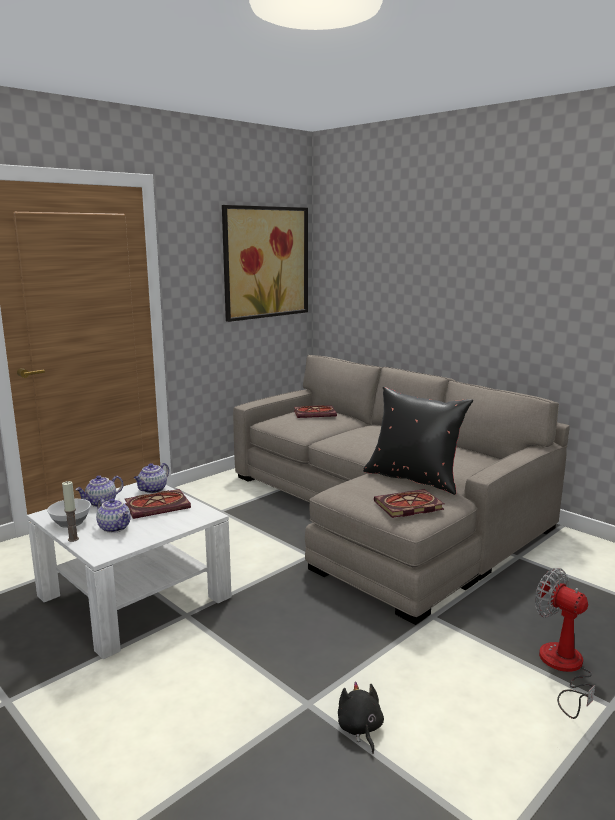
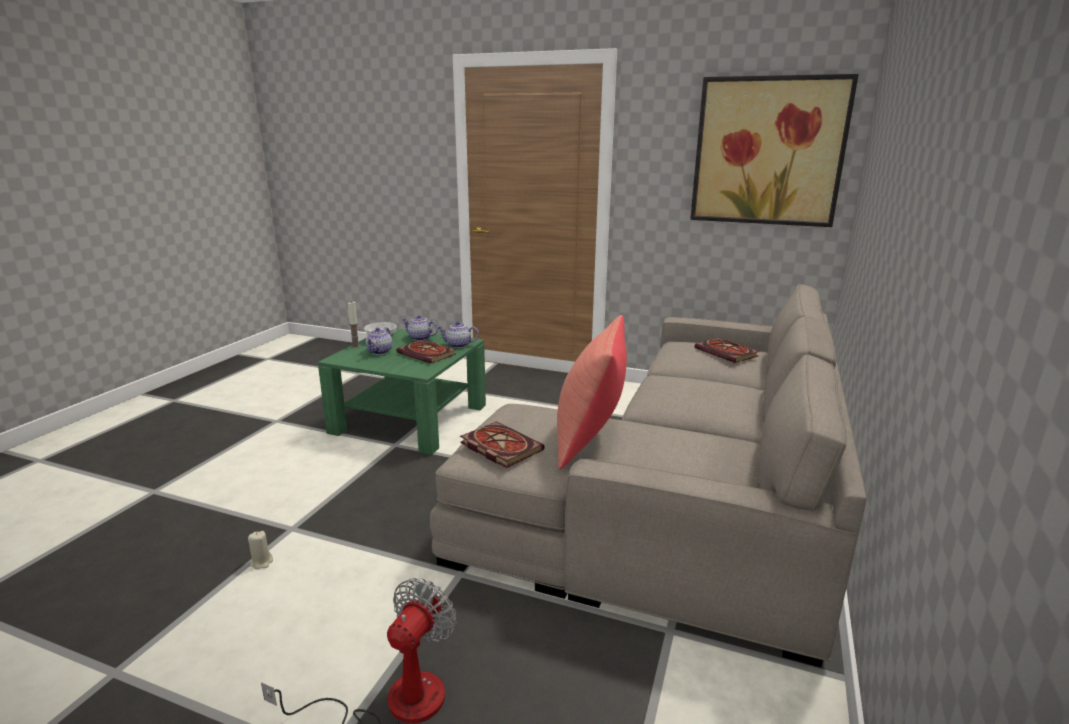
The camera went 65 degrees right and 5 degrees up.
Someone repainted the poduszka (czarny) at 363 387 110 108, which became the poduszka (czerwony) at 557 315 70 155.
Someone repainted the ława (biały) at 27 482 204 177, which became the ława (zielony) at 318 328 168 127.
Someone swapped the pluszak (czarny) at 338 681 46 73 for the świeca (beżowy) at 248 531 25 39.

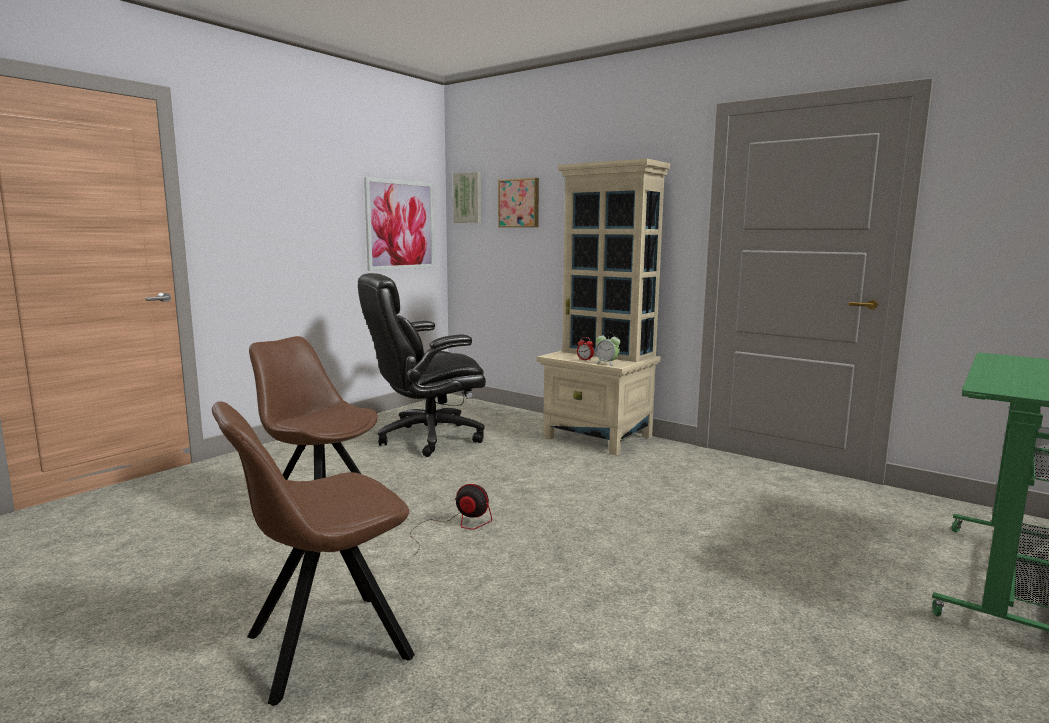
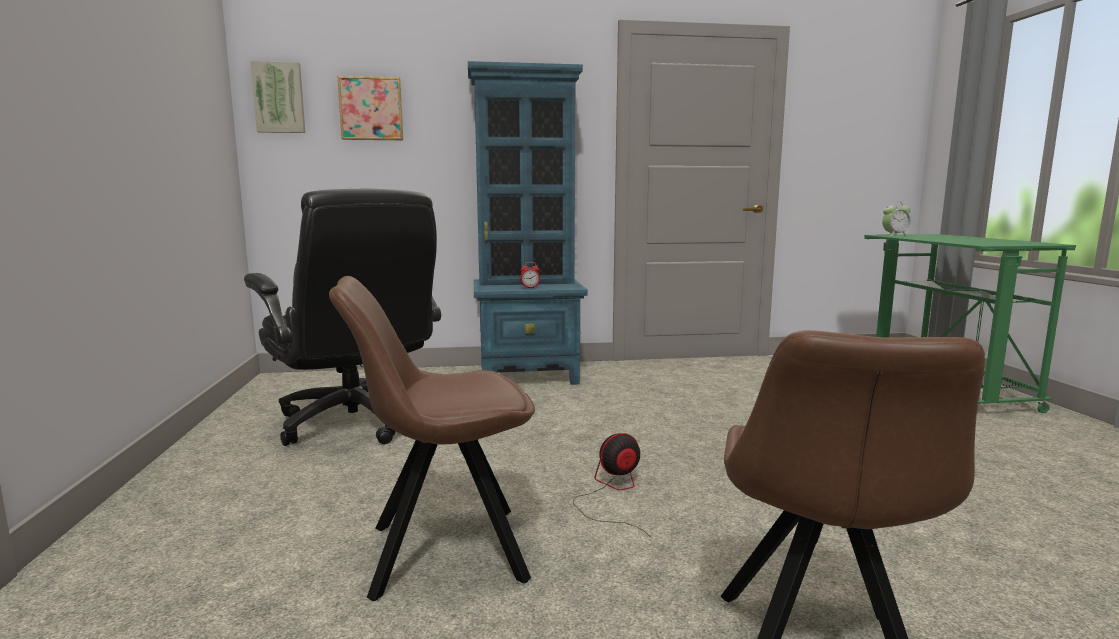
The camera went 45 degrees left and 0 degrees up.
Someone repainted the szafka (beżowy) at 537 159 133 297, which became the szafka (niebieski) at 468 61 120 324.
Someone took away the obraz at 364 177 71 94.
Someone rotated the krzesło biurowe (czarny) at 358 273 128 184 by 60 degrees counterclockwise.
Someone carried the budzik from 595 332 26 34 to 882 201 29 35.

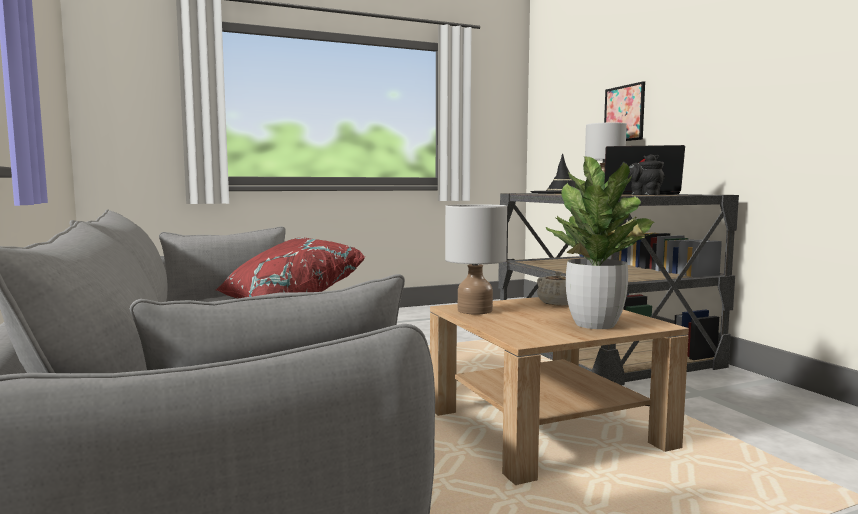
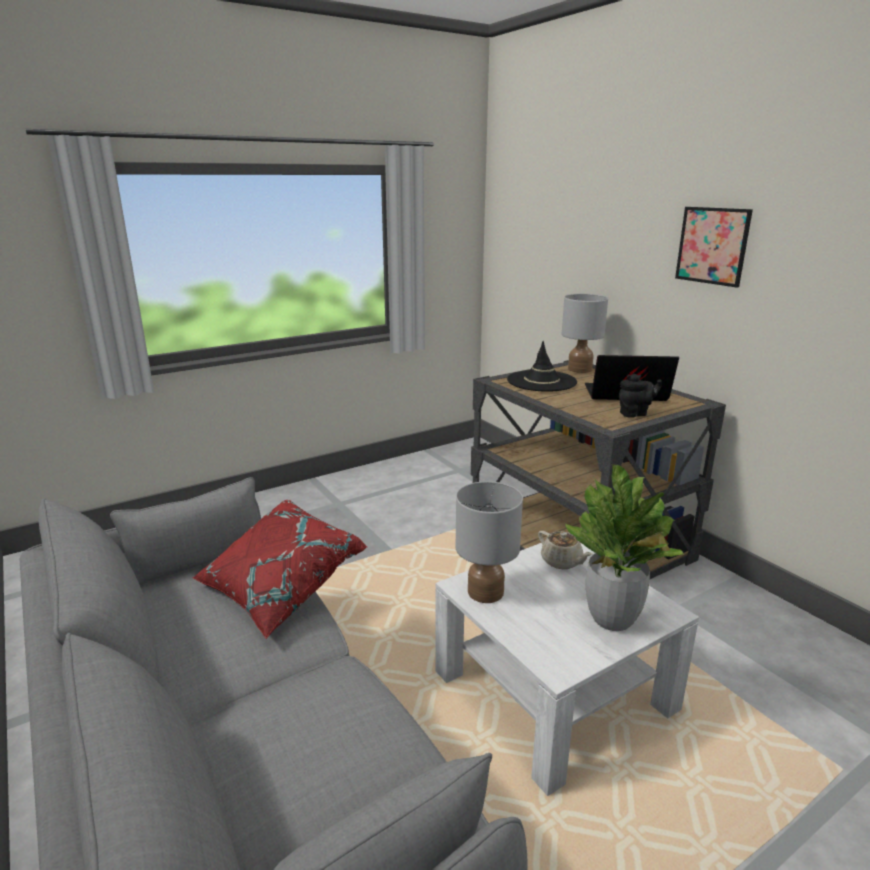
The camera went 10 degrees left and 15 degrees up.
Someone carried the obraz from 604 81 41 60 to 675 207 78 81.
Someone rotated the imbryk (czarny) at 620 154 45 41 by 150 degrees clockwise.
Someone repainted the ława (brązowy) at 430 297 259 188, which became the ława (biały) at 436 543 263 253.

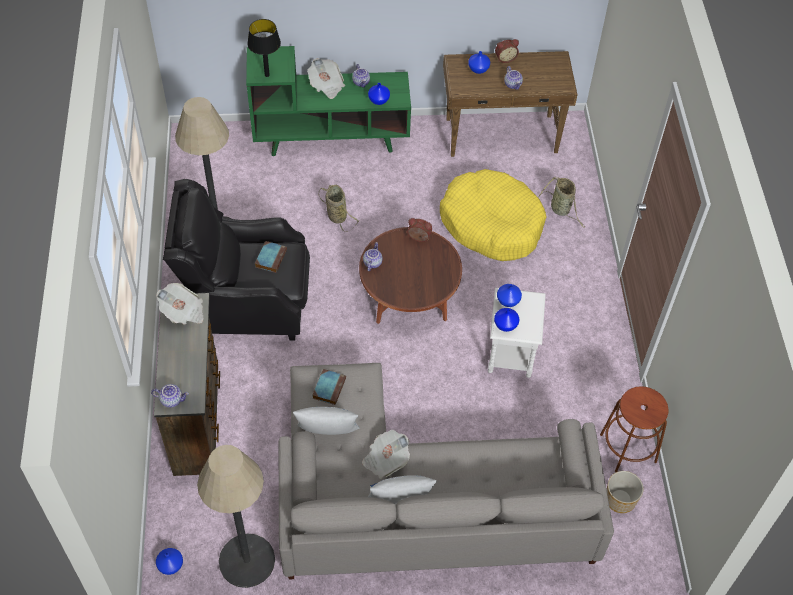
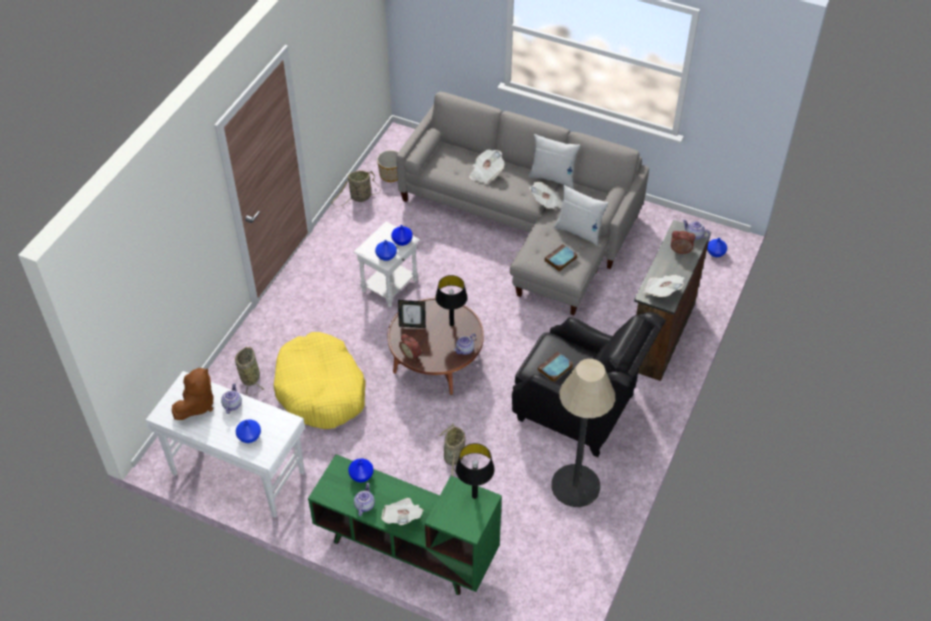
The camera went 150 degrees left and 5 degrees down.
Someone carried the budzik from 495 39 24 24 to 671 231 25 23.
Someone repainted the stolik konsolowy (brązowy) at 443 51 135 106, which became the stolik konsolowy (biały) at 145 371 160 147.
Someone swapped the stołek (brązowy) at 600 386 68 86 for the koszyk at 331 171 50 36.
Someone took away the lampa stojąca at 197 445 78 143.
Someone put down the gazeta at 469 149 35 35.
Someone put down the lampa stołowa (czarny) at 435 275 33 51.
Someone put down the ramka na zdjęcie at 398 300 28 28.
Someone put down the pluszak (brązowy) at 172 368 42 52.

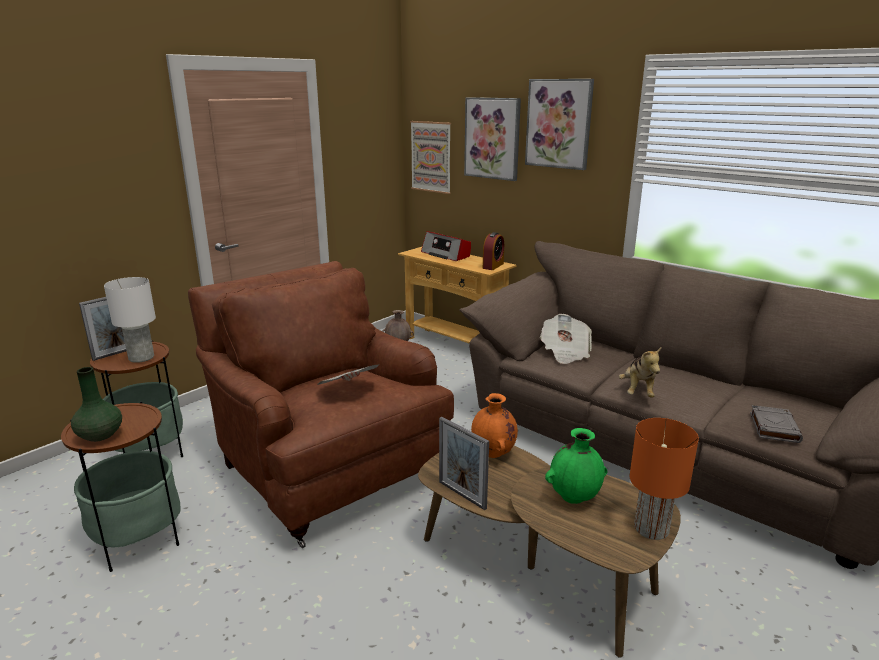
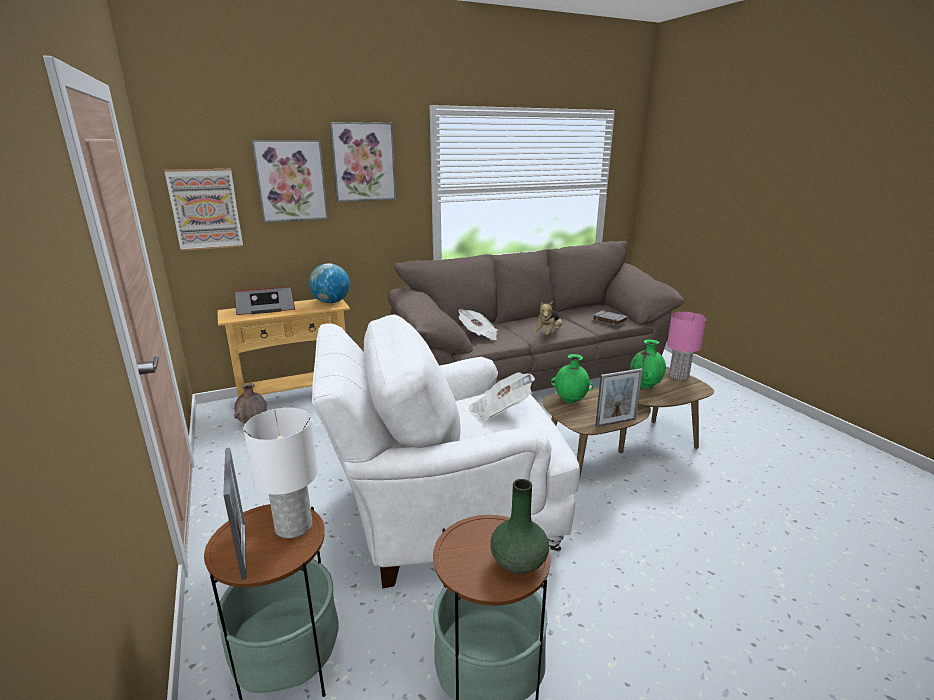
The camera went 65 degrees left and 0 degrees up.
Someone swapped the budzik at 483 232 21 38 for the globus at 309 263 41 40.
Someone repainted the fotel (brązowy) at 188 261 266 287, which became the fotel (biały) at 312 315 268 274.
Someone rotated the pluszak at 619 348 42 50 by 90 degrees clockwise.
Someone repainted the wazon (pomarańczowy) at 471 393 47 65, which became the wazon (zielony) at 551 354 42 49.
Someone repainted the lampa stołowa (pomarańczowy) at 629 418 70 122, which became the lampa stołowa (różowy) at 667 312 39 68.

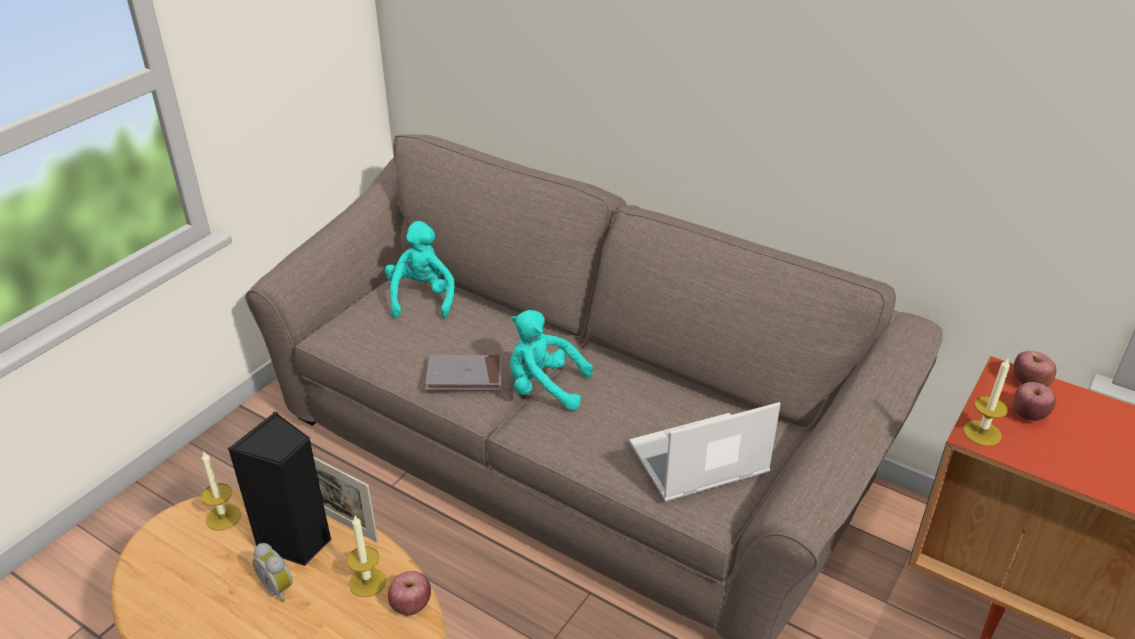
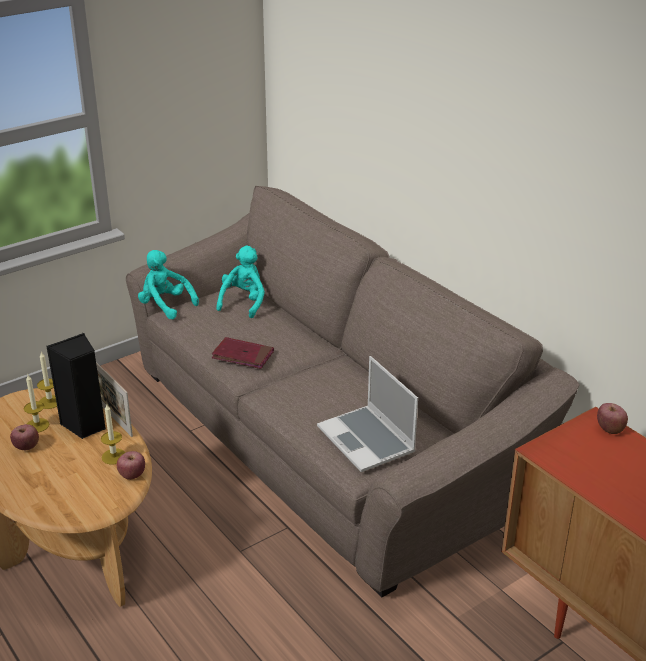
The camera went 20 degrees right and 5 degrees down.
Someone carried the pluszak (turkusowy) from 510 310 83 100 to 138 250 61 69.
Someone repainted the książka (szary) at 425 355 77 35, which became the książka (czerwony) at 212 337 62 32.
Someone carried the świeca from 964 358 46 88 to 24 375 25 58.
Someone carried the jabłko from 1013 382 43 39 to 10 424 29 26.
Someone rotated the laptop at 629 402 151 100 by 120 degrees counterclockwise.
Someone took away the budzik at 253 543 40 59.

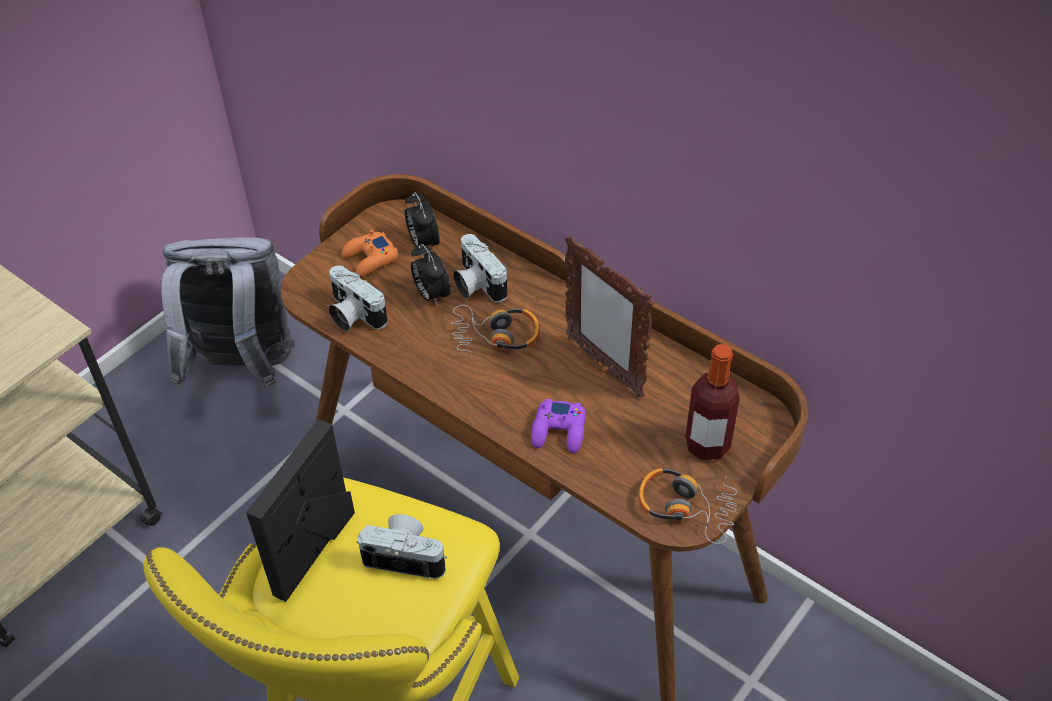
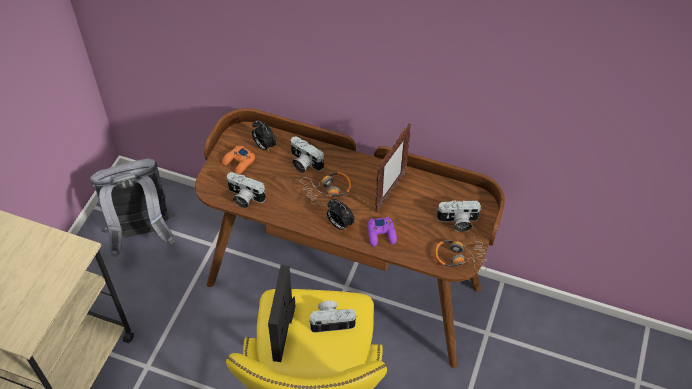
The camera went 20 degrees left and 5 degrees up.
Someone rotated the ramka na zdjęcie at 565 236 89 161 by 90 degrees counterclockwise.
Someone carried the budzik from 411 244 40 62 to 327 199 28 31.
Someone swapped the butelka at 685 344 55 117 for the aparat fotograficzny at 436 200 46 32.

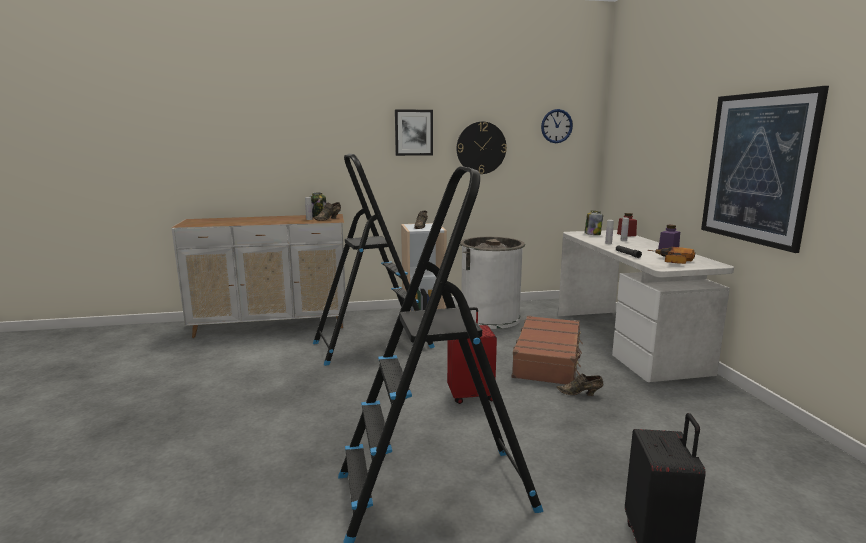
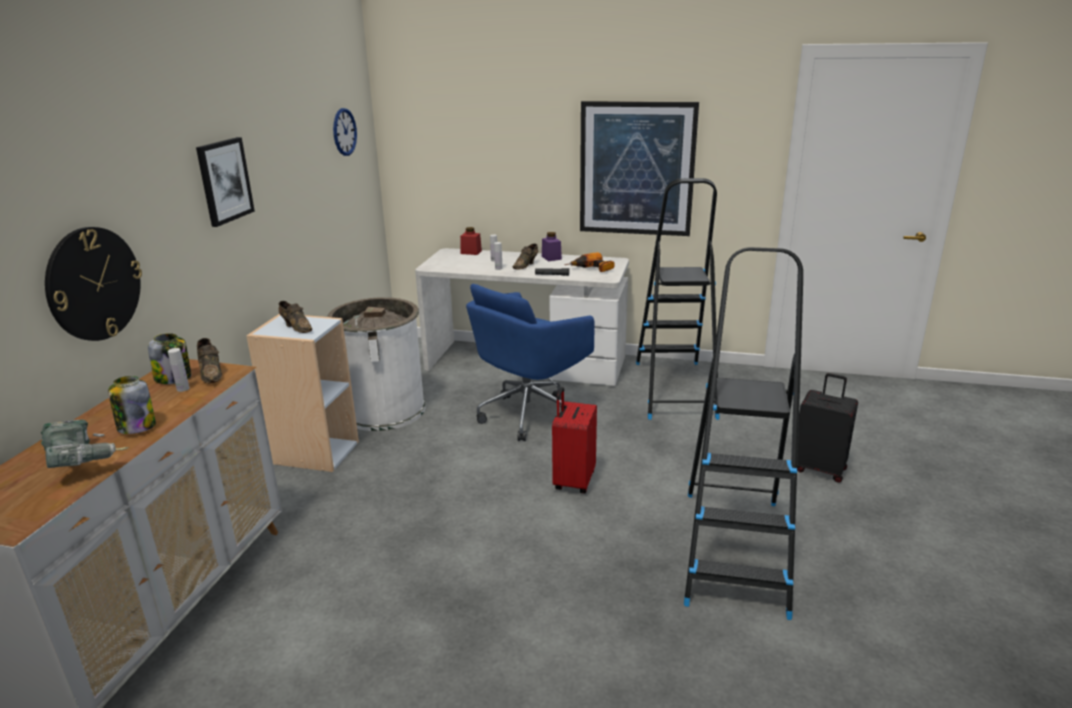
The camera went 65 degrees left and 10 degrees up.
Someone carried the zegar ścienny from 457 122 50 52 to 45 227 97 114.
Someone carried the drabinka (czarny) from 313 154 122 212 to 636 178 83 242.
Someone carried the słoik from 584 211 19 24 to 108 376 48 58.
Someone swapped the walizka (brązowy) at 512 316 71 69 for the krzesło biurowe (niebieski) at 466 284 129 157.
Someone carried the but (brązowy) from 556 374 47 22 to 512 243 26 27.
Someone put down the wiertarka at 41 420 88 48.

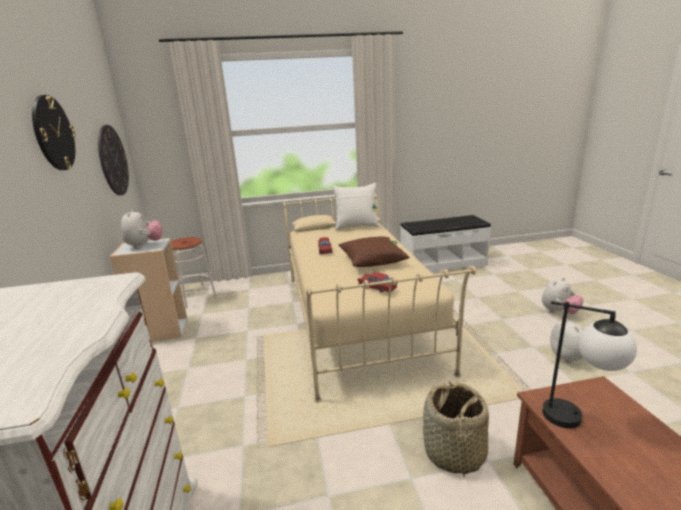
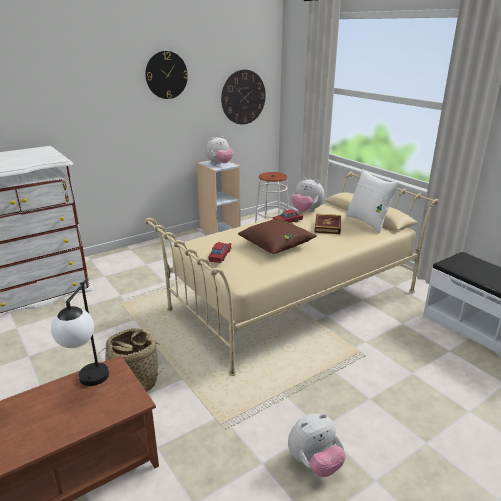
The camera went 65 degrees right and 5 degrees up.
Someone carried the pluszak from 542 277 41 37 to 291 178 33 33.
Someone put down the książka at 314 214 27 20.

